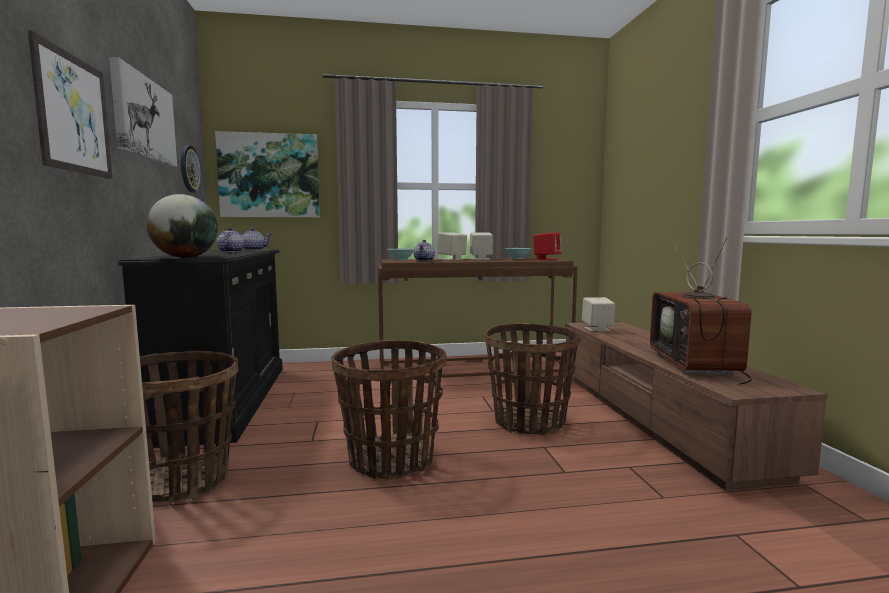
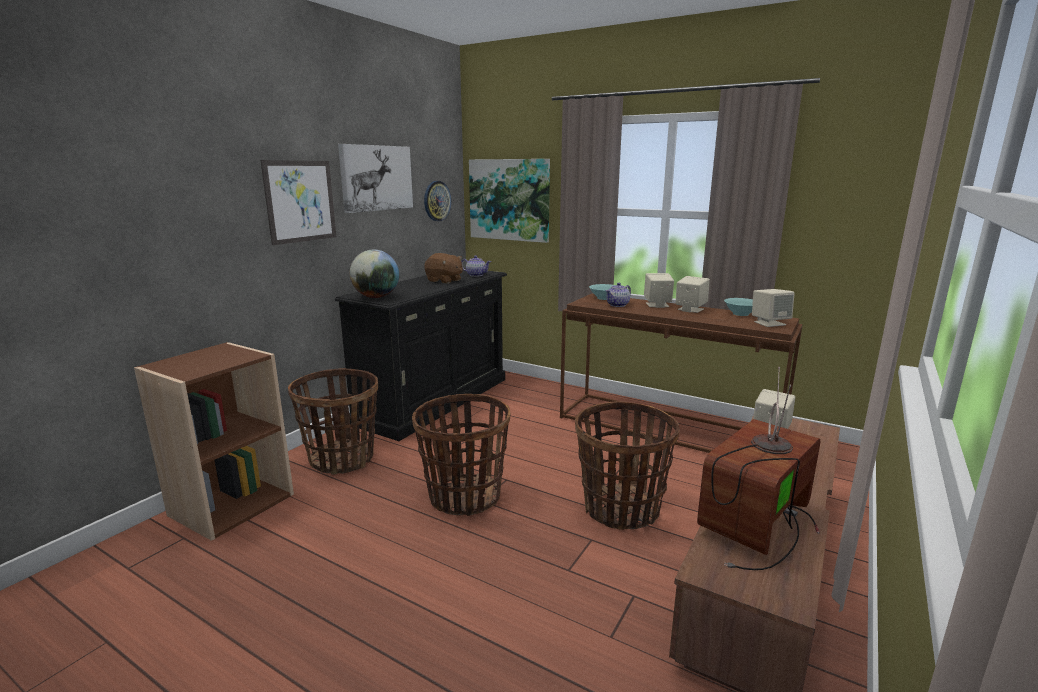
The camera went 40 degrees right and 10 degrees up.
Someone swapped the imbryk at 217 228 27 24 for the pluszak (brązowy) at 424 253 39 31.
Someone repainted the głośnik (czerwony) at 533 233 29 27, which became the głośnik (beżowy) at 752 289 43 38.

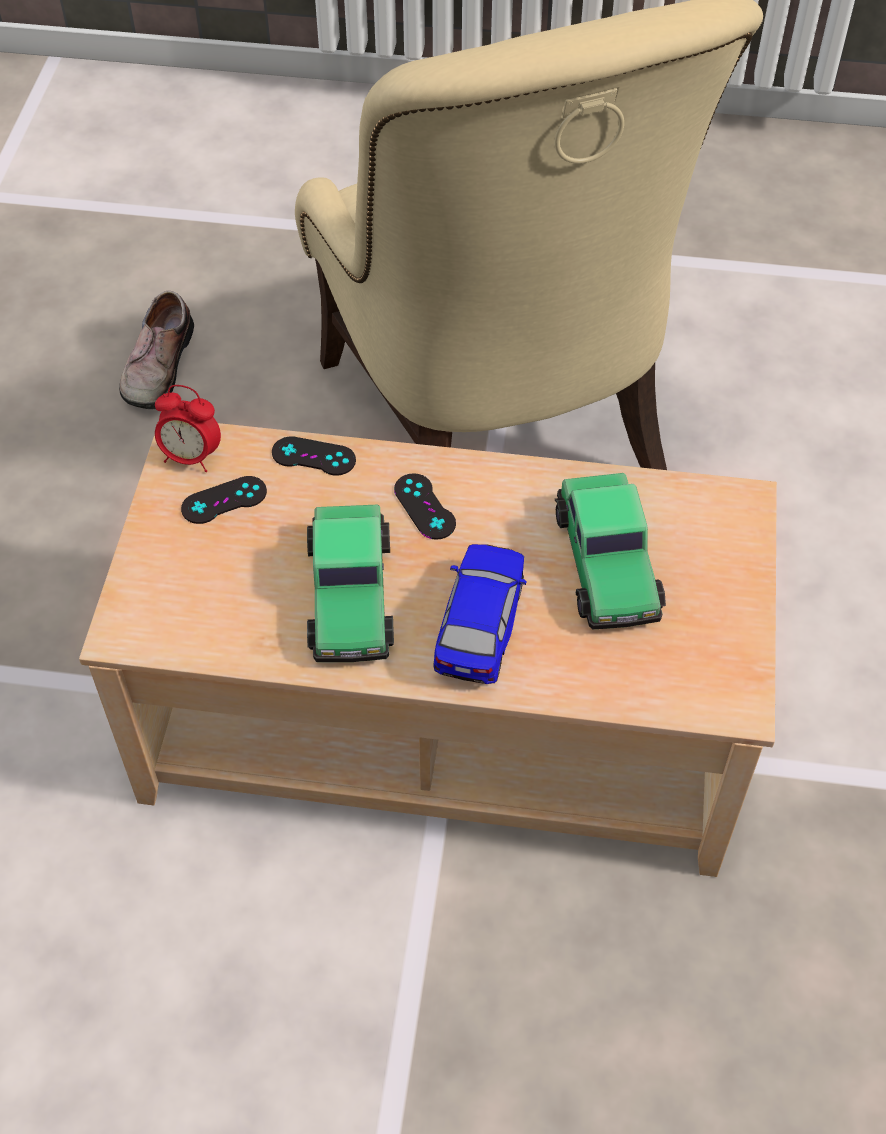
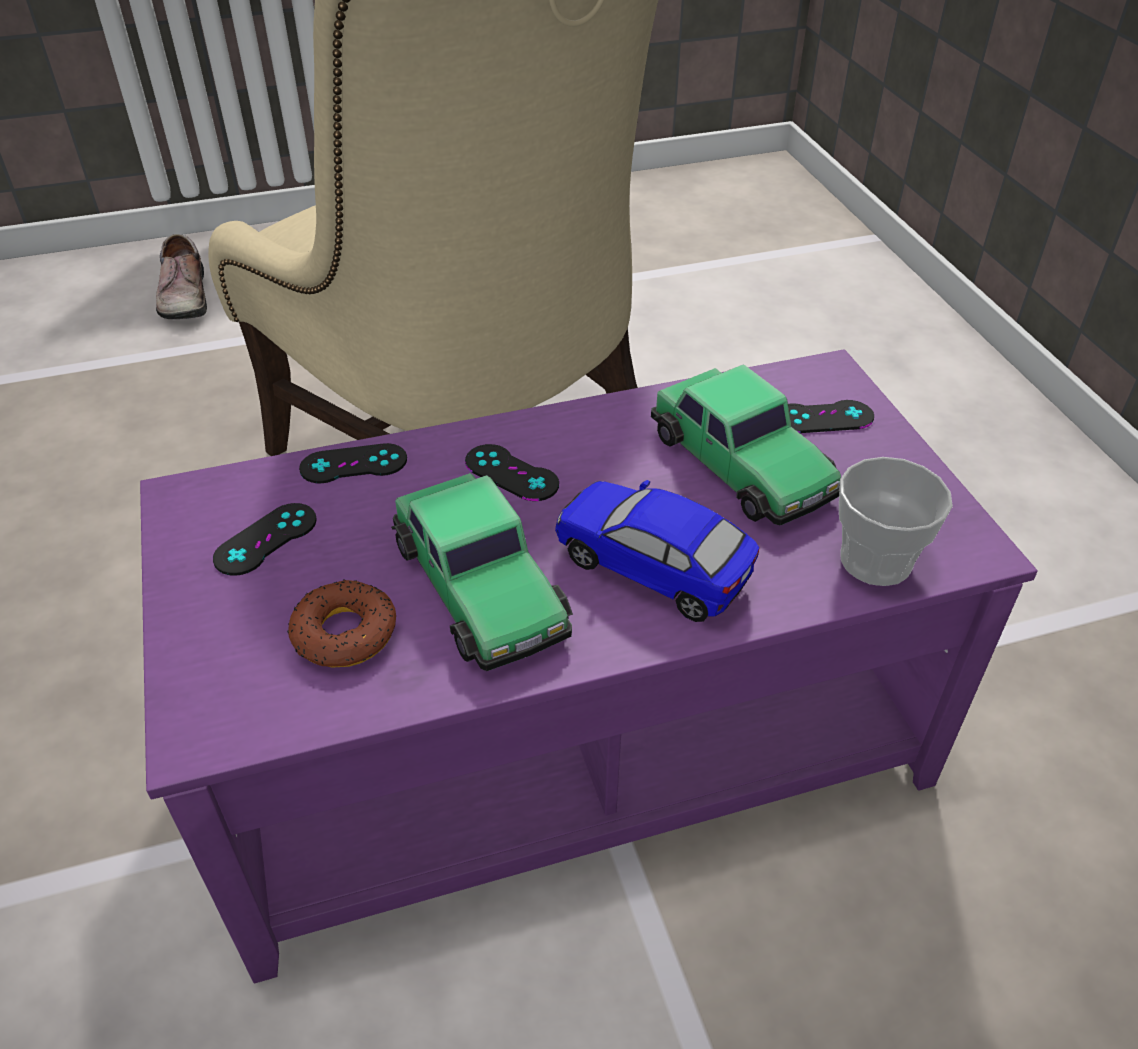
The camera went 25 degrees left and 10 degrees down.
Someone carried the but from 119 291 75 118 to 156 234 51 85.
Someone took away the budzik at 155 385 66 87.
Someone repainted the ława (beżowy) at 79 423 698 454, which became the ława (fioletowy) at 140 349 898 634.
Someone rotated the samochodzik at 434 544 93 140 by 45 degrees counterclockwise.
Someone put down the pad do gier (czarny) at 788 400 86 33.
Someone put down the filiżanka at 839 457 114 129.
Someone put down the donut at 287 579 109 89.

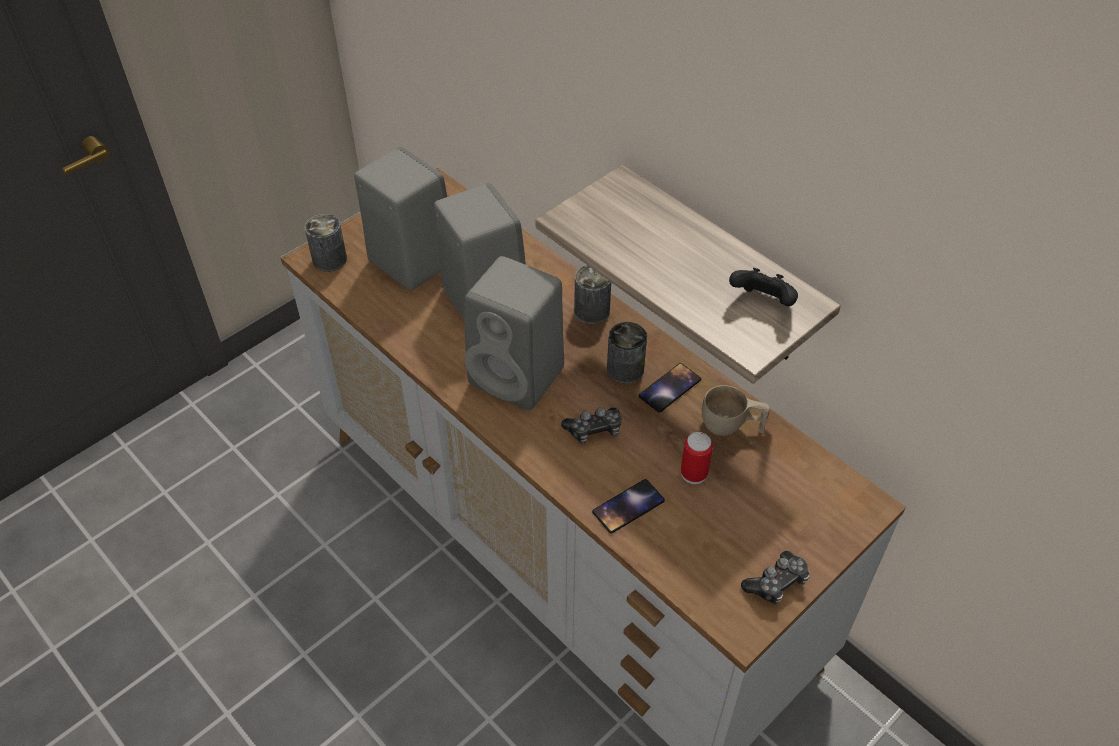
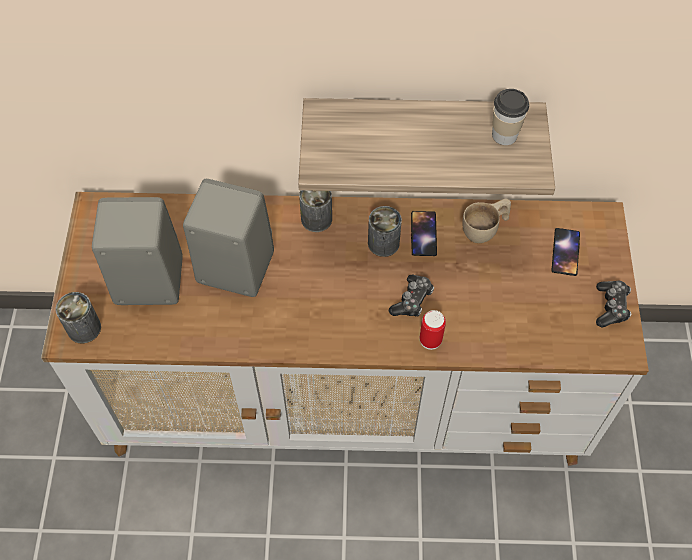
The camera went 45 degrees left and 10 degrees up.
Someone took away the głośnik (szary) at 464 256 100 154.
Someone swapped the pad do gier (czarny) at 729 268 69 38 for the filiżanka at 492 89 37 56.
Someone carried the puszka from 681 432 32 52 to 420 310 26 40.
Someone carried the telefon from 592 479 73 54 to 551 228 29 48.

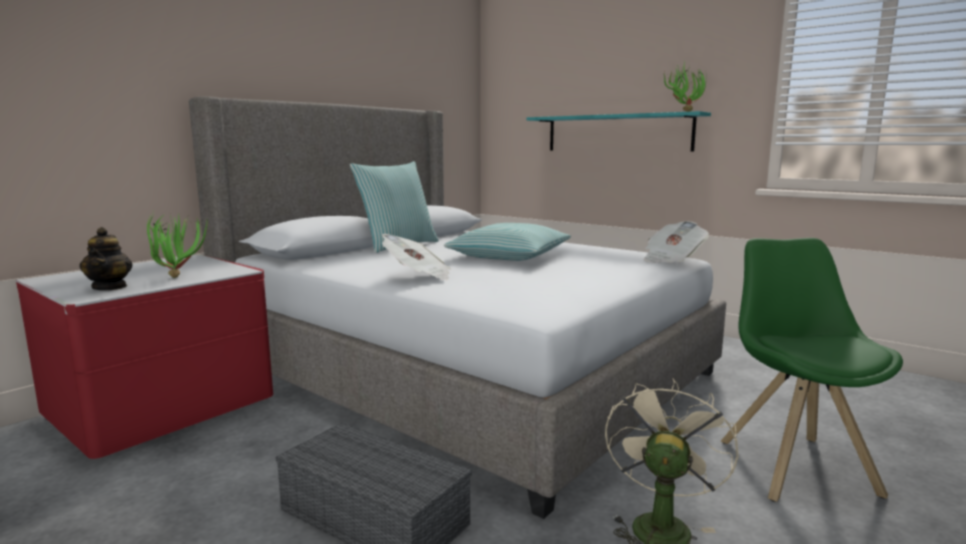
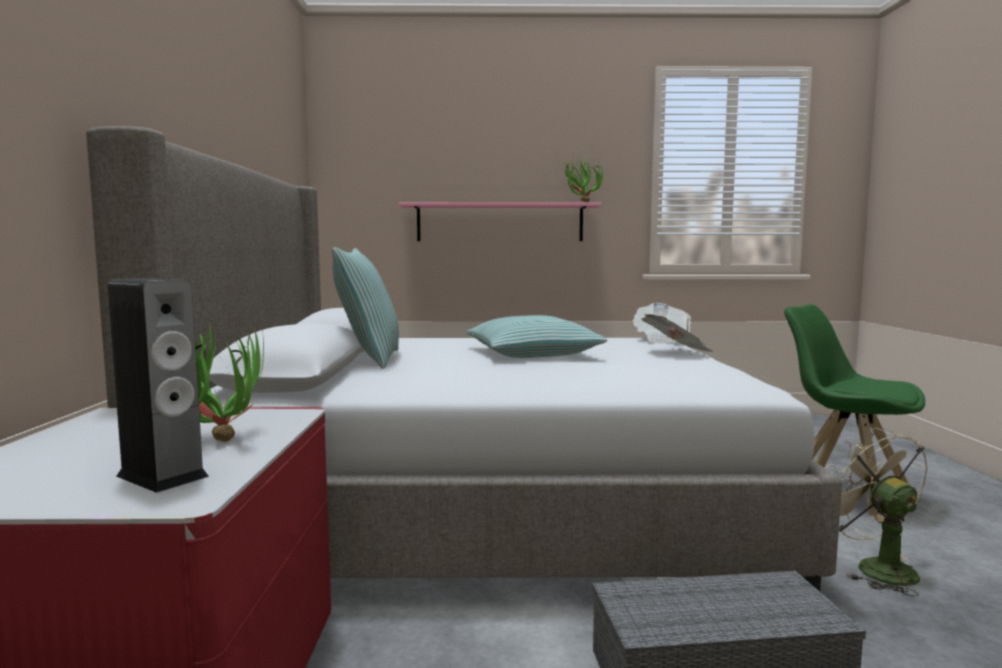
The camera went 40 degrees left and 5 degrees down.
Someone repainted the półka (turkusowy) at 527 111 184 40, which became the półka (różowy) at 399 202 203 39.
Someone swapped the imbryk at 80 227 53 63 for the głośnik at 108 278 101 215.
Someone carried the gazeta from 382 234 69 47 to 641 314 72 38.

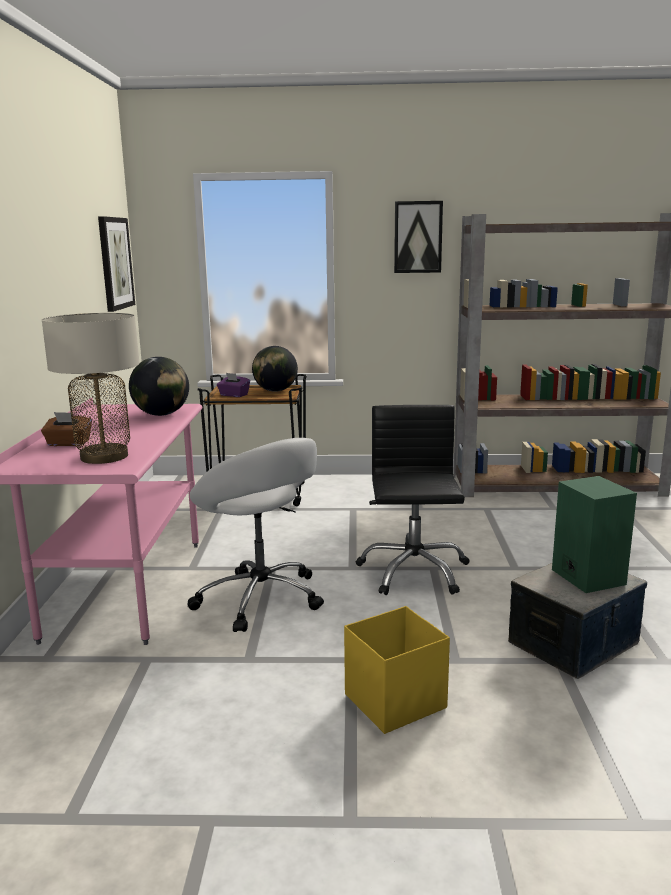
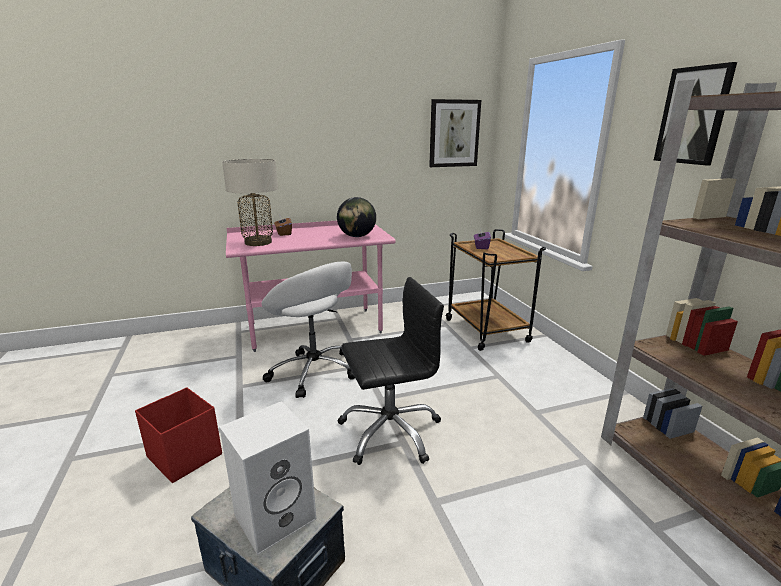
The camera went 70 degrees right and 5 degrees up.
Someone took away the globus at 252 346 46 46.
Someone rotated the krzesło biurowe (biały) at 188 438 136 194 by 75 degrees counterclockwise.
Someone repainted the głośnik (zielony) at 552 476 85 117, which became the głośnik (biały) at 219 401 97 154.
Someone repainted the pojemnik do przechowywania (żółty) at 344 606 106 128, which became the pojemnik do przechowywania (czerwony) at 135 387 87 96.

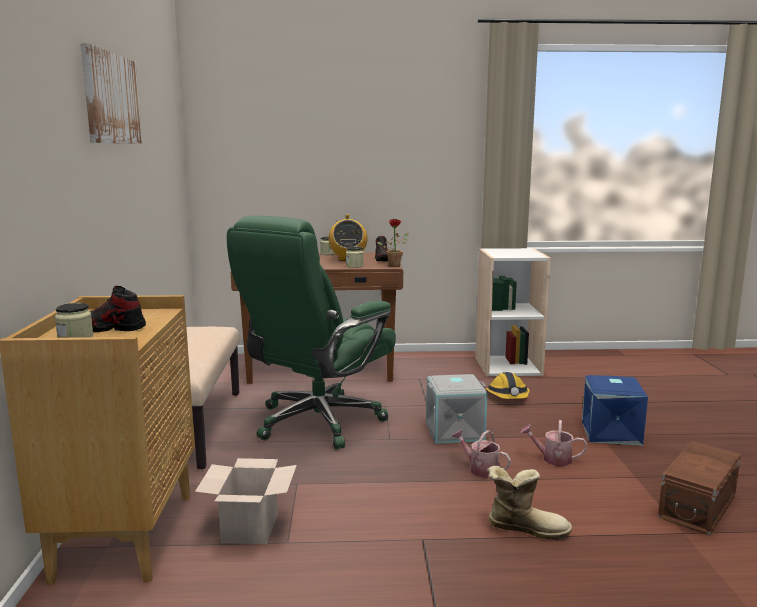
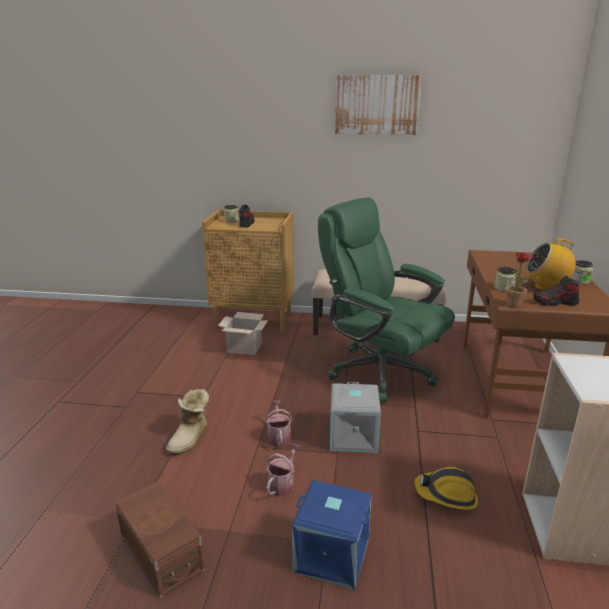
The camera went 100 degrees right and 10 degrees up.
Someone rotated the konewka at 452 429 59 49 by 60 degrees counterclockwise.

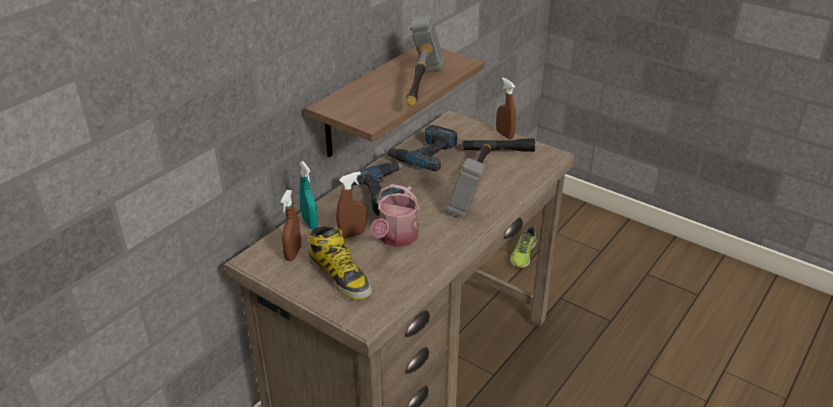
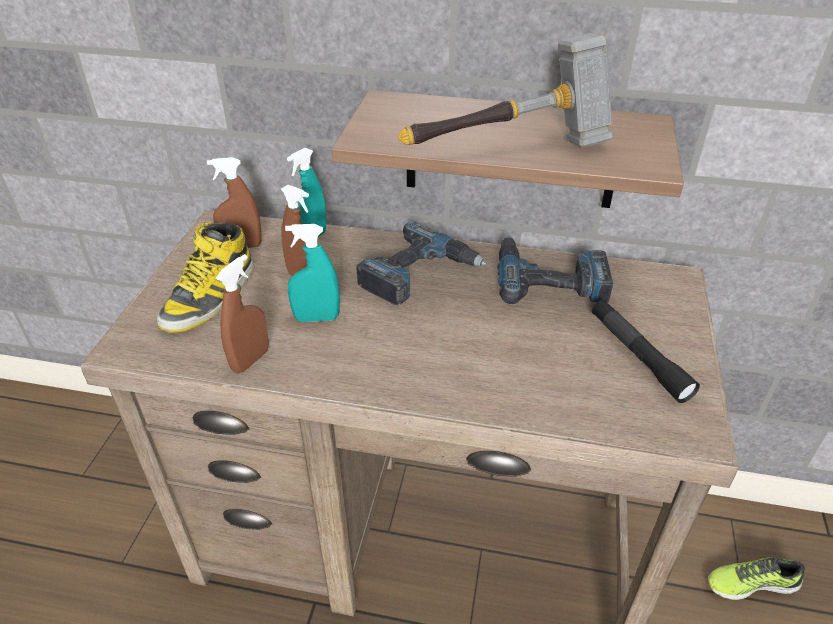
The camera went 65 degrees right and 5 degrees up.
Someone carried the spryskiwacz (brązowy) from 496 78 20 61 to 216 254 53 119.
Someone took away the młotek at 446 144 45 73.
Someone swapped the konewka at 370 184 50 63 for the spryskiwacz (turkusowy) at 285 224 55 98.

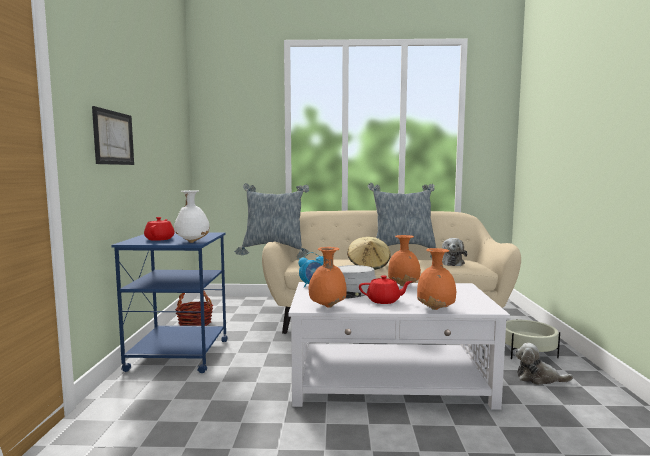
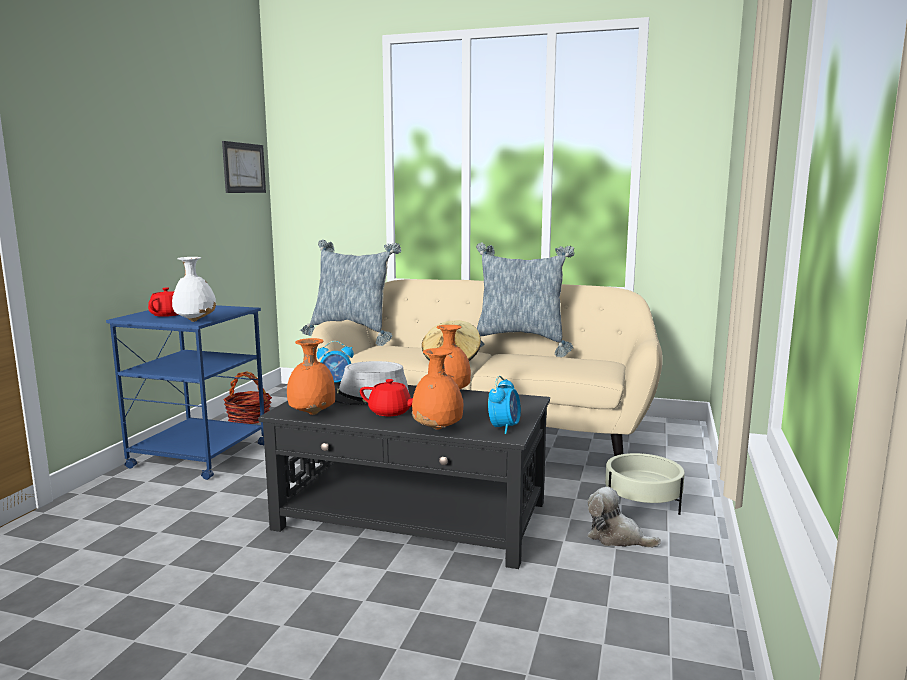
The camera went 15 degrees right and 5 degrees up.
Someone carried the obraz from 92 106 42 59 to 222 141 44 52.
Someone took away the pluszak at 442 238 25 28.
Someone repainted the ława (biały) at 288 282 222 128, which became the ława (czarny) at 258 382 292 187.
Someone put down the budzik at 488 376 33 58.

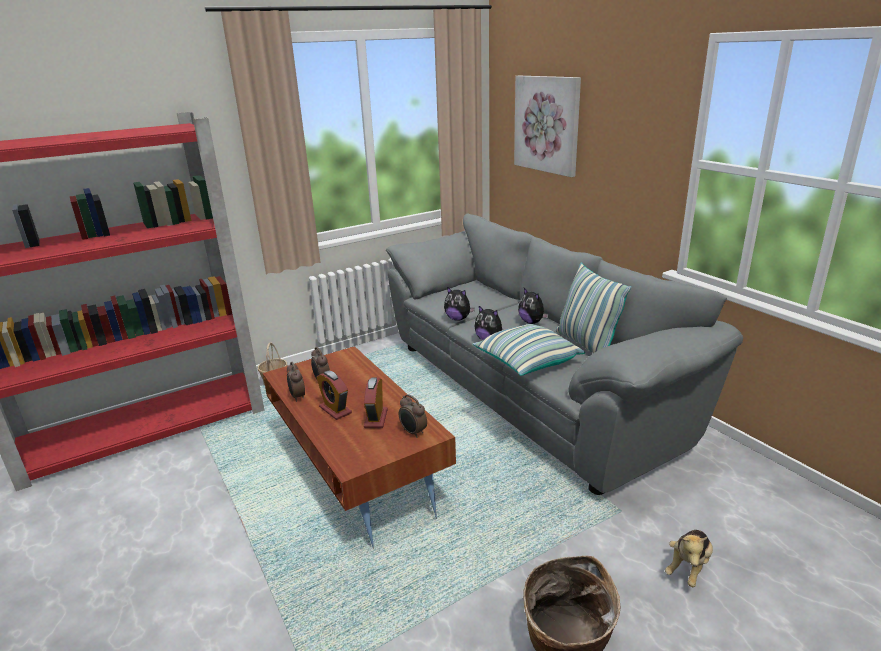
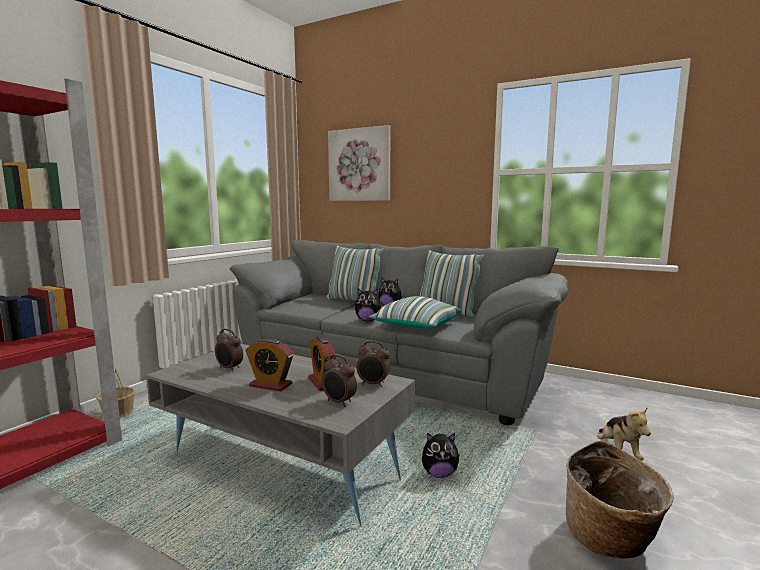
The camera went 30 degrees left and 15 degrees down.
Someone carried the pluszak from 444 287 31 34 to 422 433 38 45.
Someone repainted the ława (brązowy) at 263 346 193 203, which became the ława (szary) at 146 344 269 183.
Someone carried the budzik from 287 362 18 40 to 322 354 35 53.
Someone put down the poduszka at 325 245 59 56.

